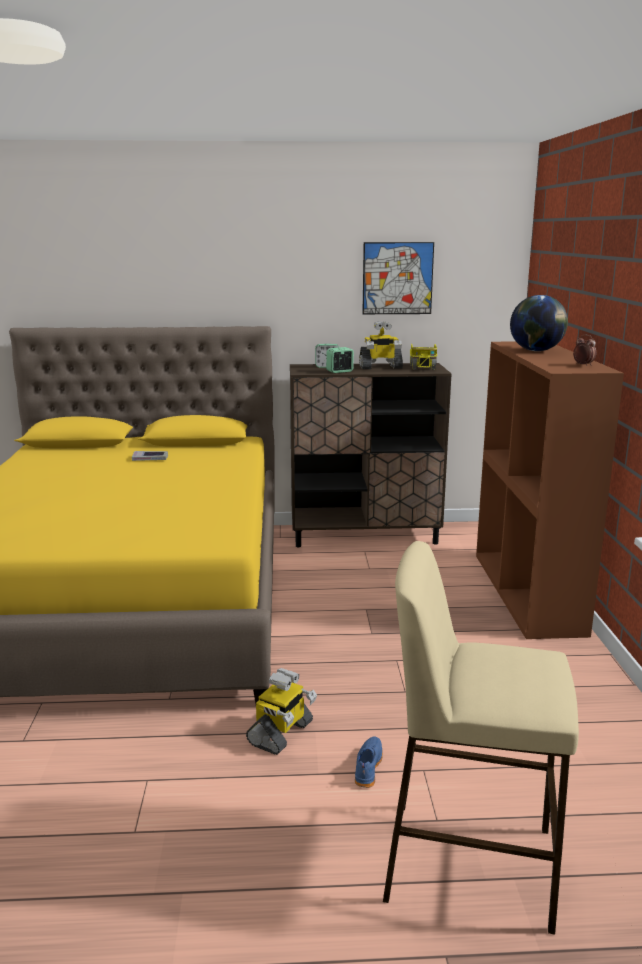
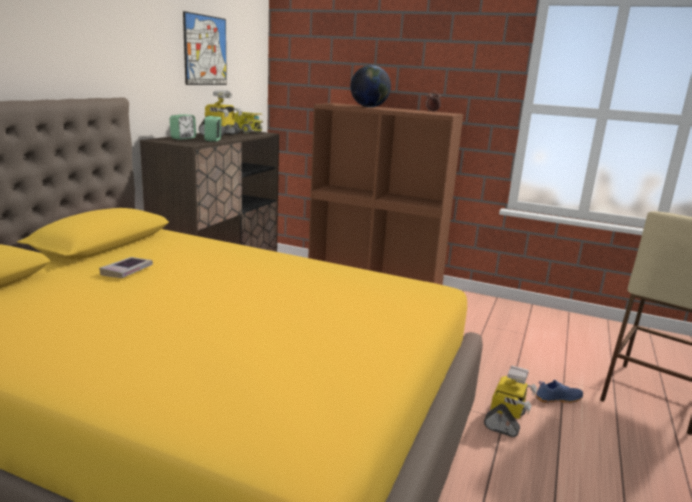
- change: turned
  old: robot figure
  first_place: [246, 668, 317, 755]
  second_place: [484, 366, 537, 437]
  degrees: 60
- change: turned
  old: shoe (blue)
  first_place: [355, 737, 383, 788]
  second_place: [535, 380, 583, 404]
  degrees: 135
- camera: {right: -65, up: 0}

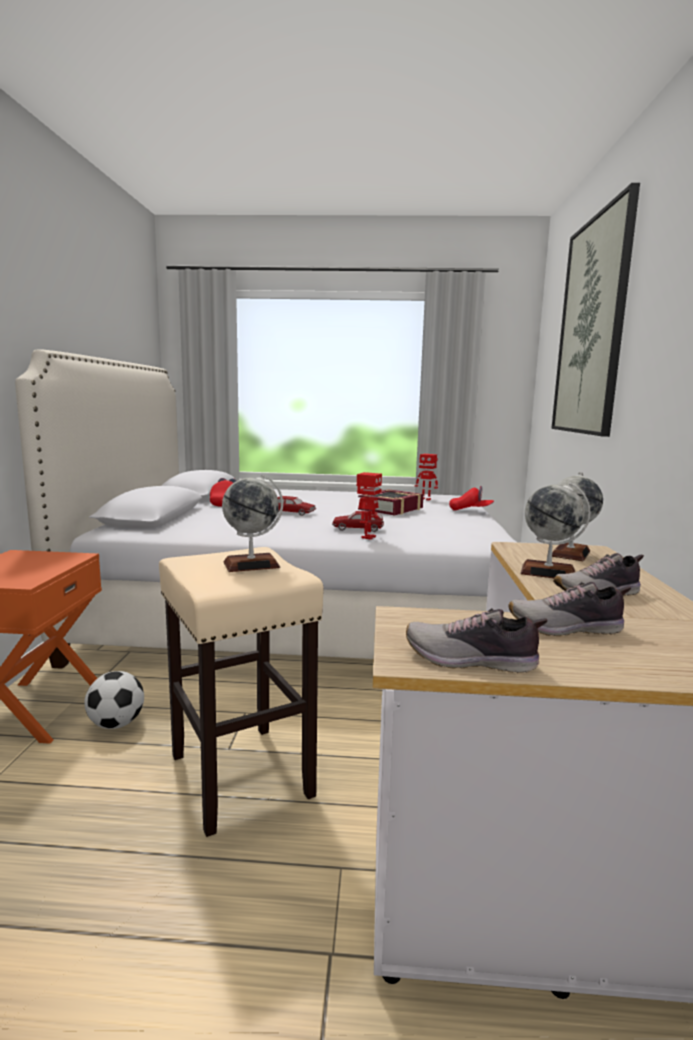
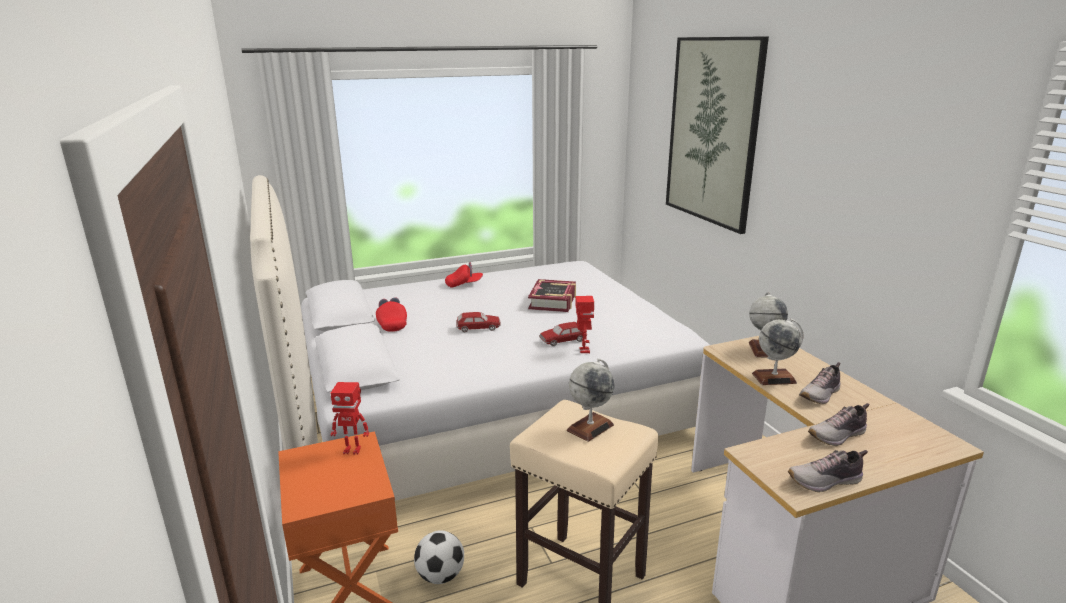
- change: moved
  old: robot figure
  first_place: [415, 454, 438, 500]
  second_place: [330, 382, 369, 454]
- change: moved
  old: cap (reddish)
  first_place: [449, 486, 494, 511]
  second_place: [445, 262, 483, 288]
- camera: {right: -25, up: 10}

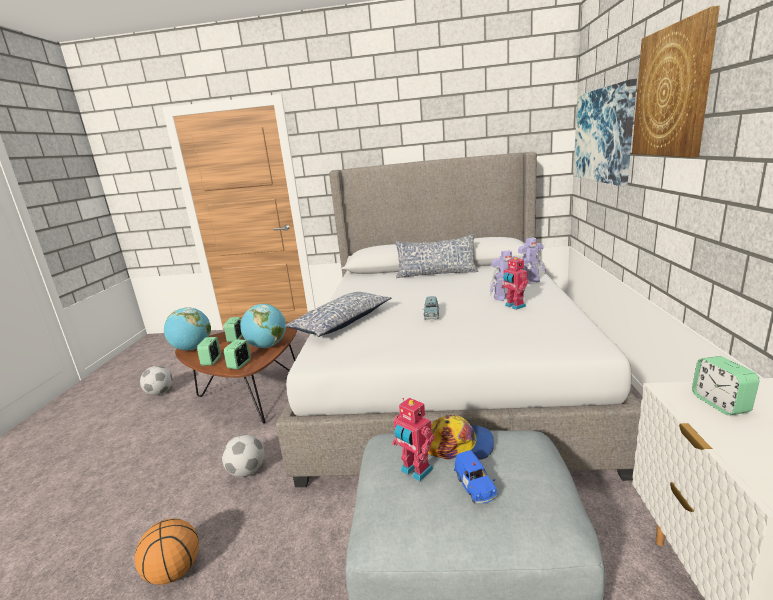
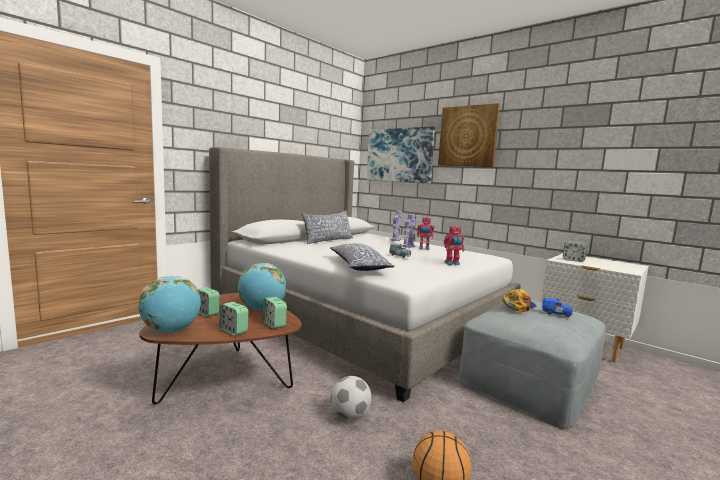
- change: removed
  old: football ball
  first_place: [140, 366, 173, 395]
- change: moved
  old: robot figure
  first_place: [392, 398, 435, 482]
  second_place: [444, 225, 465, 265]
- camera: {right: -55, up: -10}

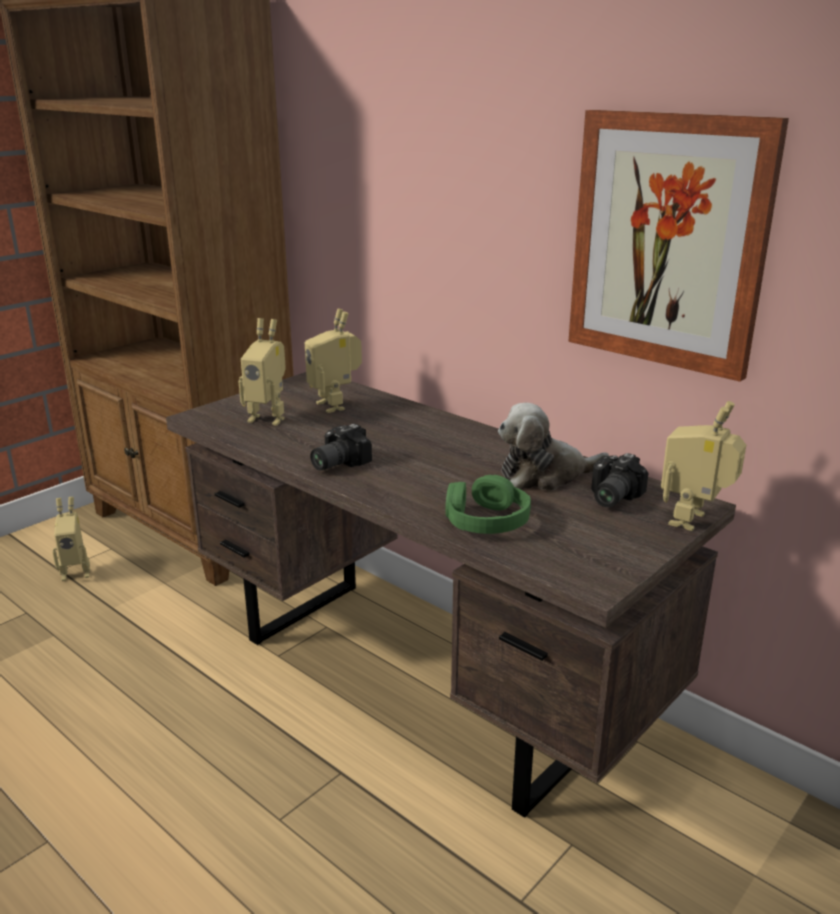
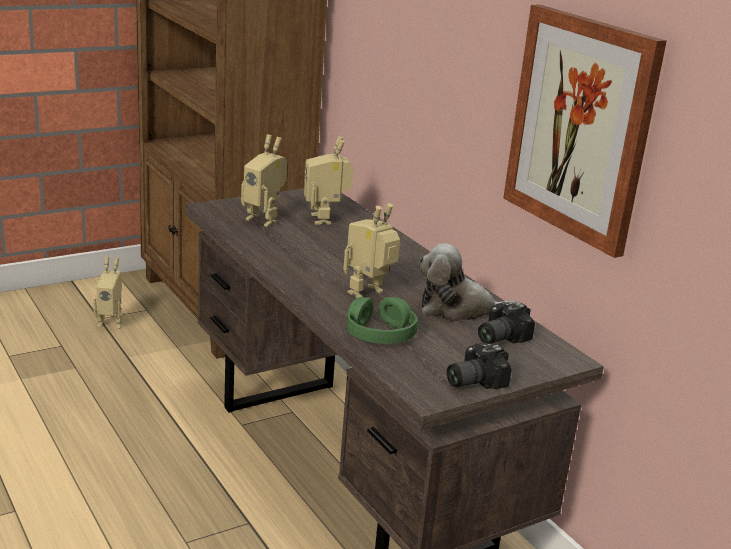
- change: moved
  old: robot figure
  first_place: [661, 401, 746, 531]
  second_place: [343, 203, 400, 298]
- change: moved
  old: still camera
  first_place: [310, 424, 372, 470]
  second_place: [447, 343, 512, 389]
- camera: {right: 15, up: 0}

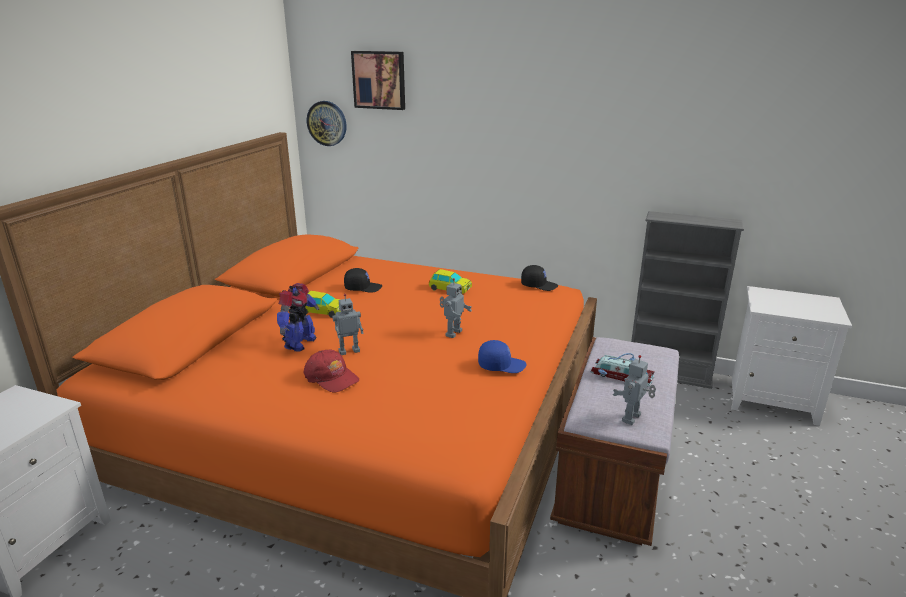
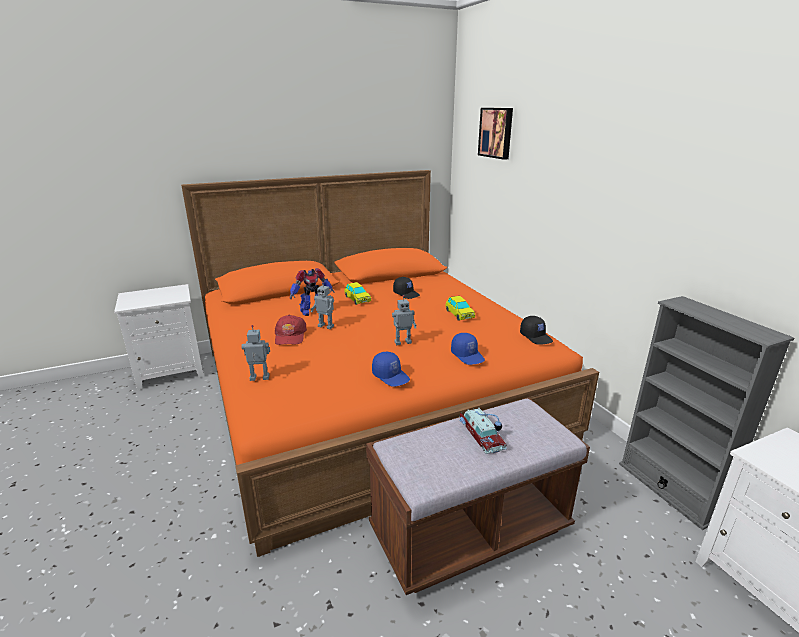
- change: removed
  old: clock on the wall
  first_place: [307, 101, 346, 146]
- change: moved
  old: robot figure
  first_place: [613, 355, 656, 425]
  second_place: [241, 325, 270, 381]
- change: added
  new: cap (blue)
  second_place: [451, 333, 485, 365]
- camera: {right: 45, up: 0}

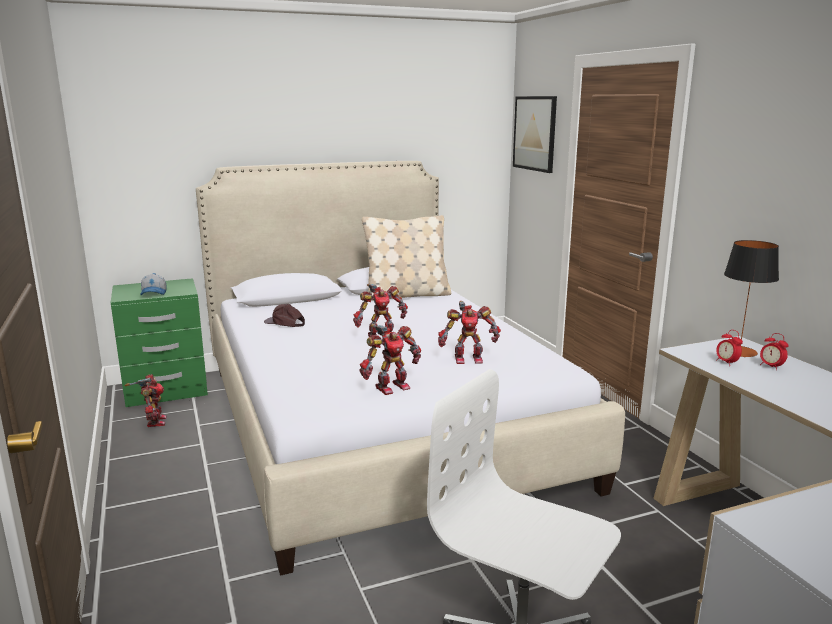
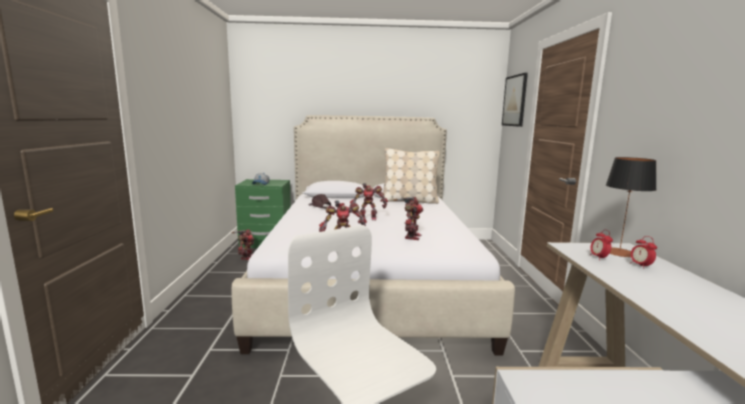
- change: turned
  old: robot figure
  first_place: [438, 301, 501, 364]
  second_place: [393, 197, 423, 240]
  degrees: -90
- camera: {right: 20, up: -5}

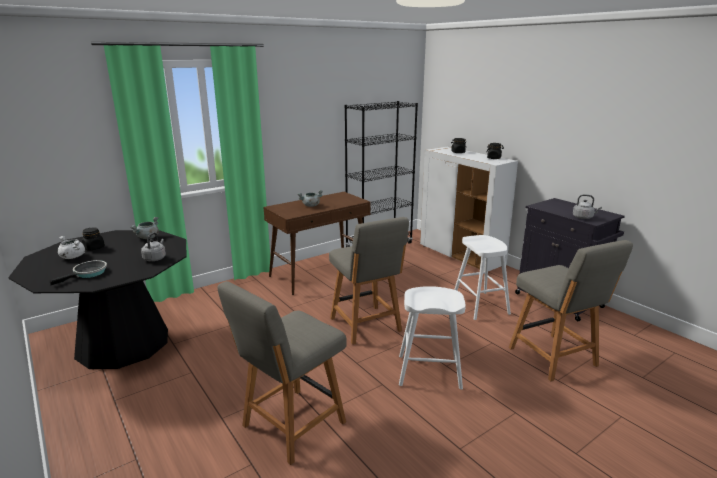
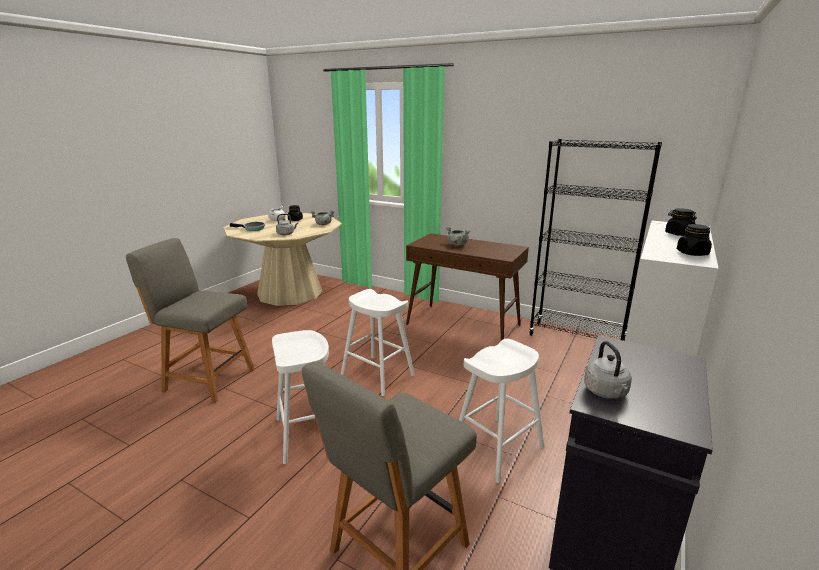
- change: replaced
  old: upright chair (gray)
  new: stool (whitish)
  first_place: [329, 217, 409, 345]
  second_place: [341, 289, 415, 396]
- change: recoloured
  old: dinner table (black)
  new: dinner table (beige)
  first_place: [8, 230, 187, 369]
  second_place: [223, 213, 342, 306]
- camera: {right: 65, up: 0}

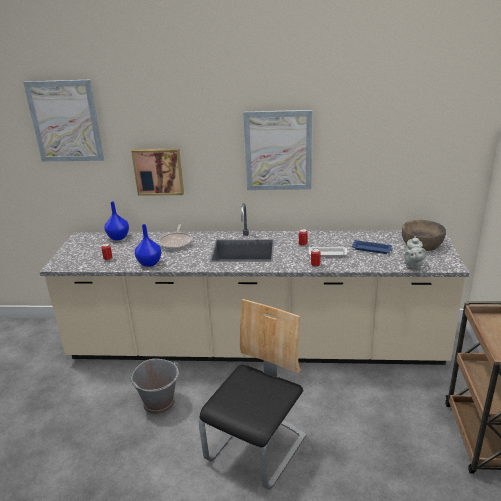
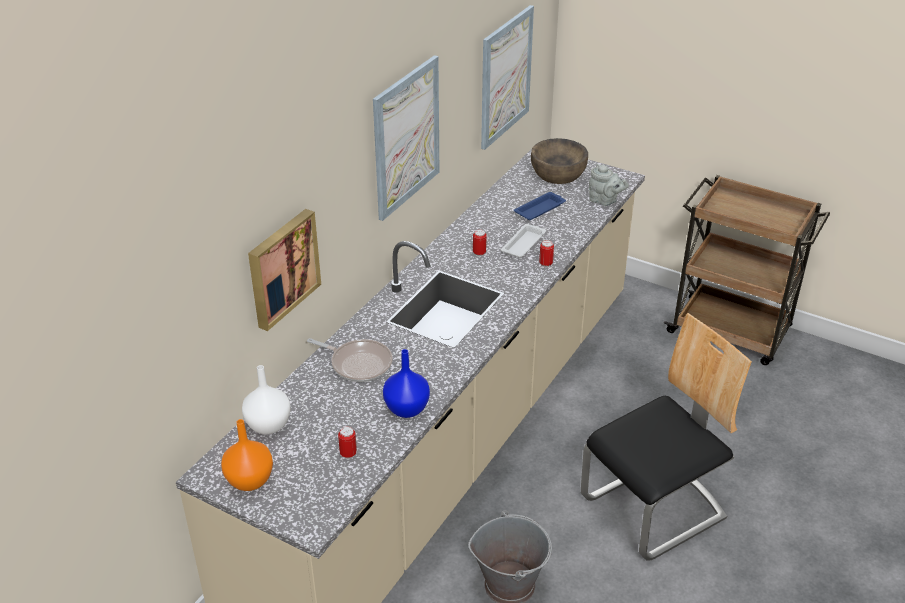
- change: moved
  old: picture
  first_place: [23, 80, 104, 162]
  second_place: [481, 5, 534, 150]
- change: recoloured
  old: vase (blue)
  new: vase (whitish)
  first_place: [104, 202, 129, 240]
  second_place: [242, 365, 291, 435]
- change: turned
  old: upright chair
  first_place: [199, 299, 306, 490]
  second_place: [581, 313, 752, 561]
  degrees: 90
- change: added
  new: vase (orangey)
  second_place: [221, 419, 273, 491]
- camera: {right: -65, up: 10}

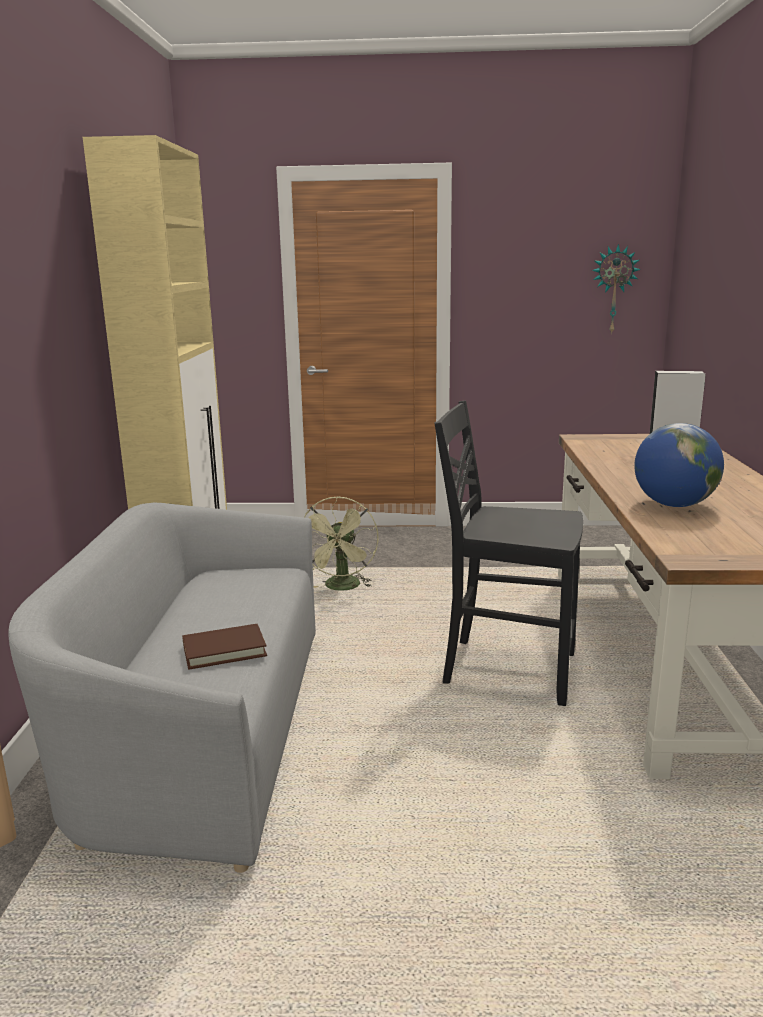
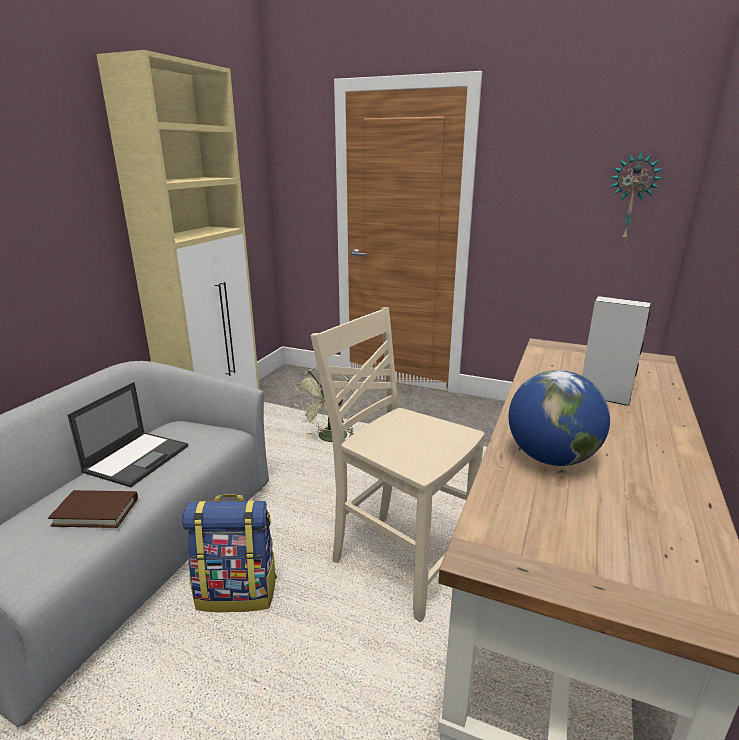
- change: recoloured
  old: upright chair (black)
  new: upright chair (beige)
  first_place: [435, 400, 583, 706]
  second_place: [311, 307, 485, 622]
- change: added
  new: laptop
  second_place: [68, 382, 188, 487]
- change: added
  new: rucksack
  second_place: [182, 494, 277, 612]
- camera: {right: 20, up: 5}

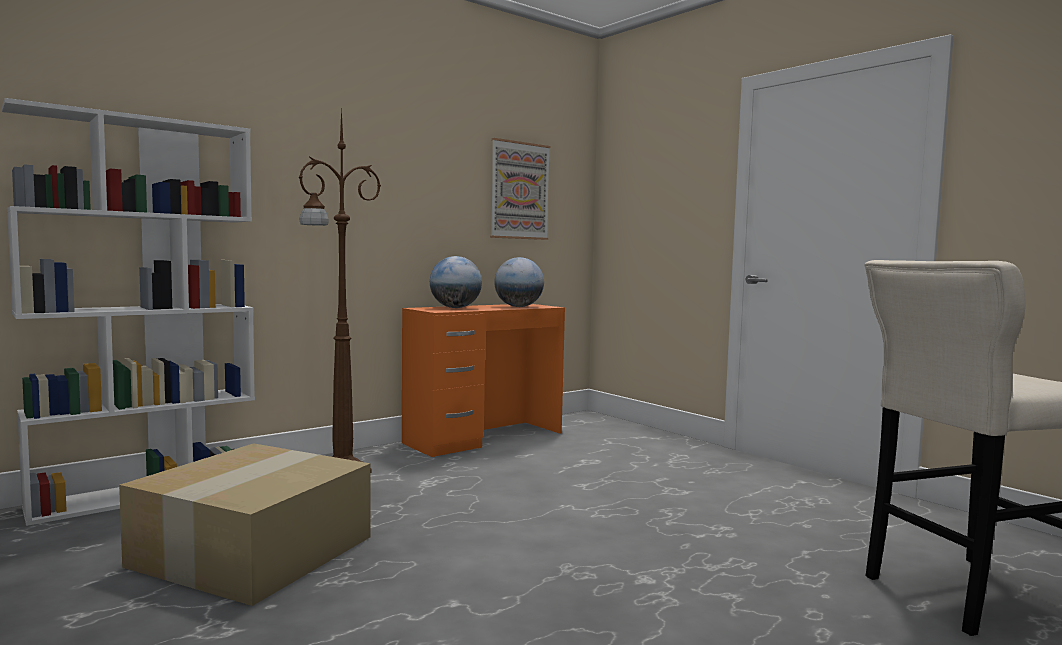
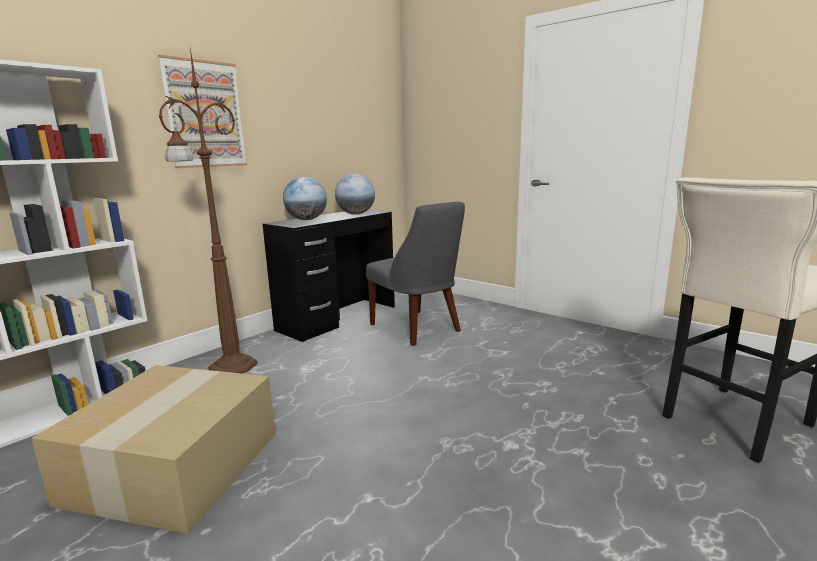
- change: moved
  old: picture
  first_place: [490, 138, 550, 240]
  second_place: [158, 55, 247, 168]
- change: recoloured
  old: desk (orangey)
  new: desk (black)
  first_place: [402, 304, 565, 457]
  second_place: [263, 210, 395, 342]
- change: added
  new: upright chair (gray)
  second_place: [366, 202, 465, 346]
- camera: {right: -10, up: 10}

